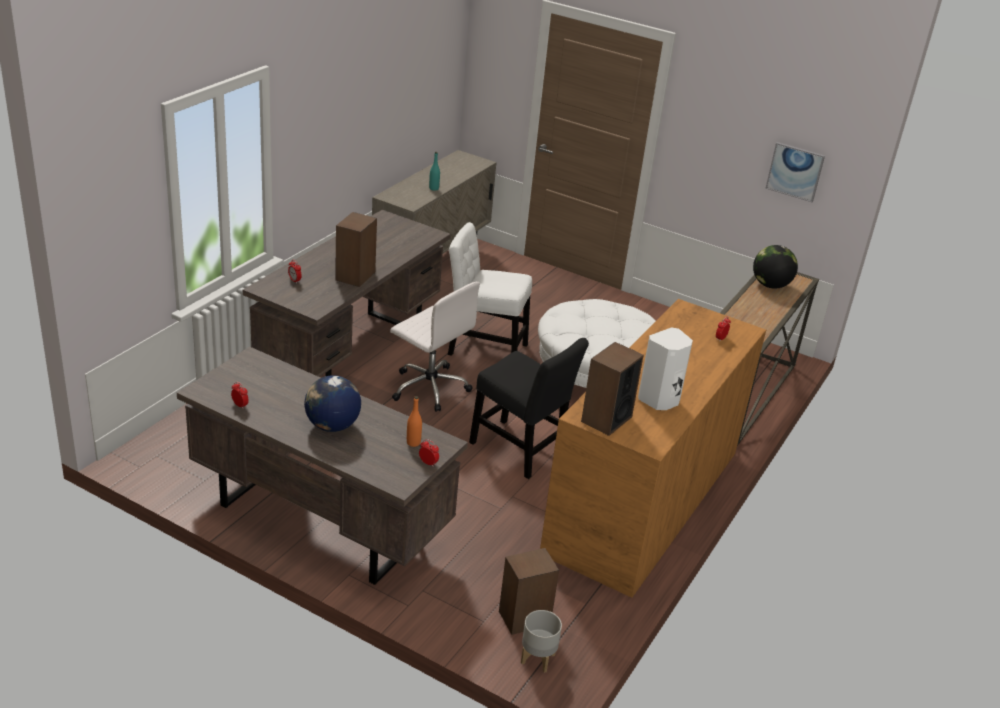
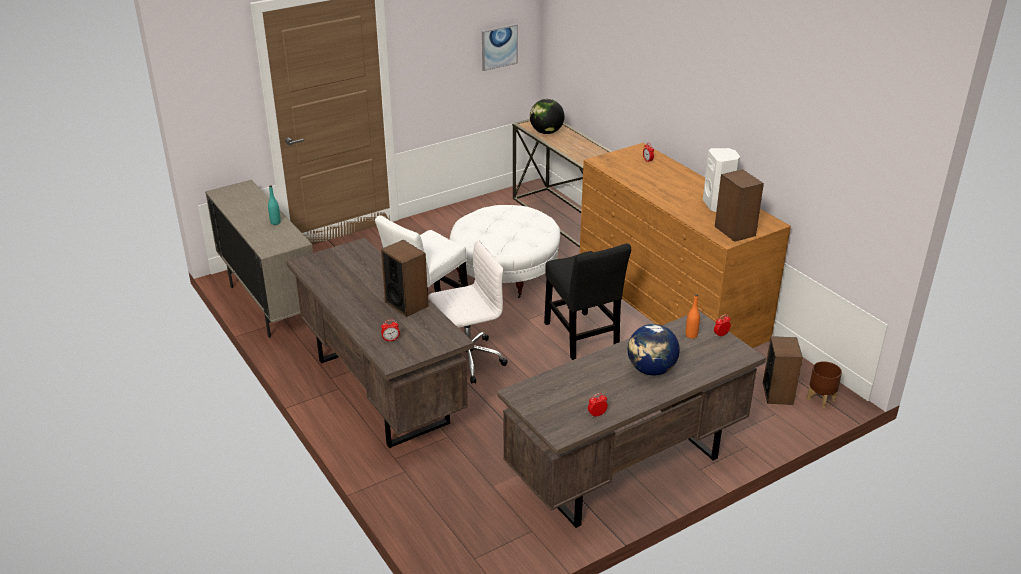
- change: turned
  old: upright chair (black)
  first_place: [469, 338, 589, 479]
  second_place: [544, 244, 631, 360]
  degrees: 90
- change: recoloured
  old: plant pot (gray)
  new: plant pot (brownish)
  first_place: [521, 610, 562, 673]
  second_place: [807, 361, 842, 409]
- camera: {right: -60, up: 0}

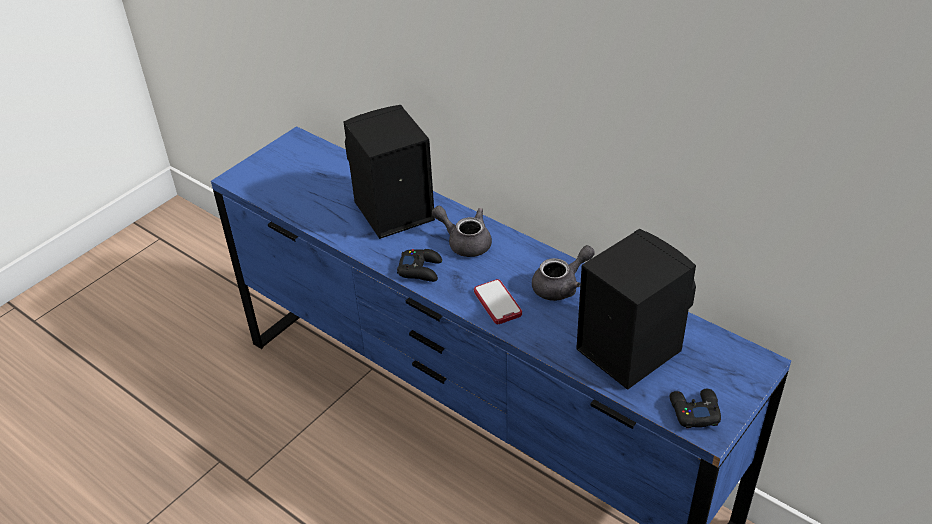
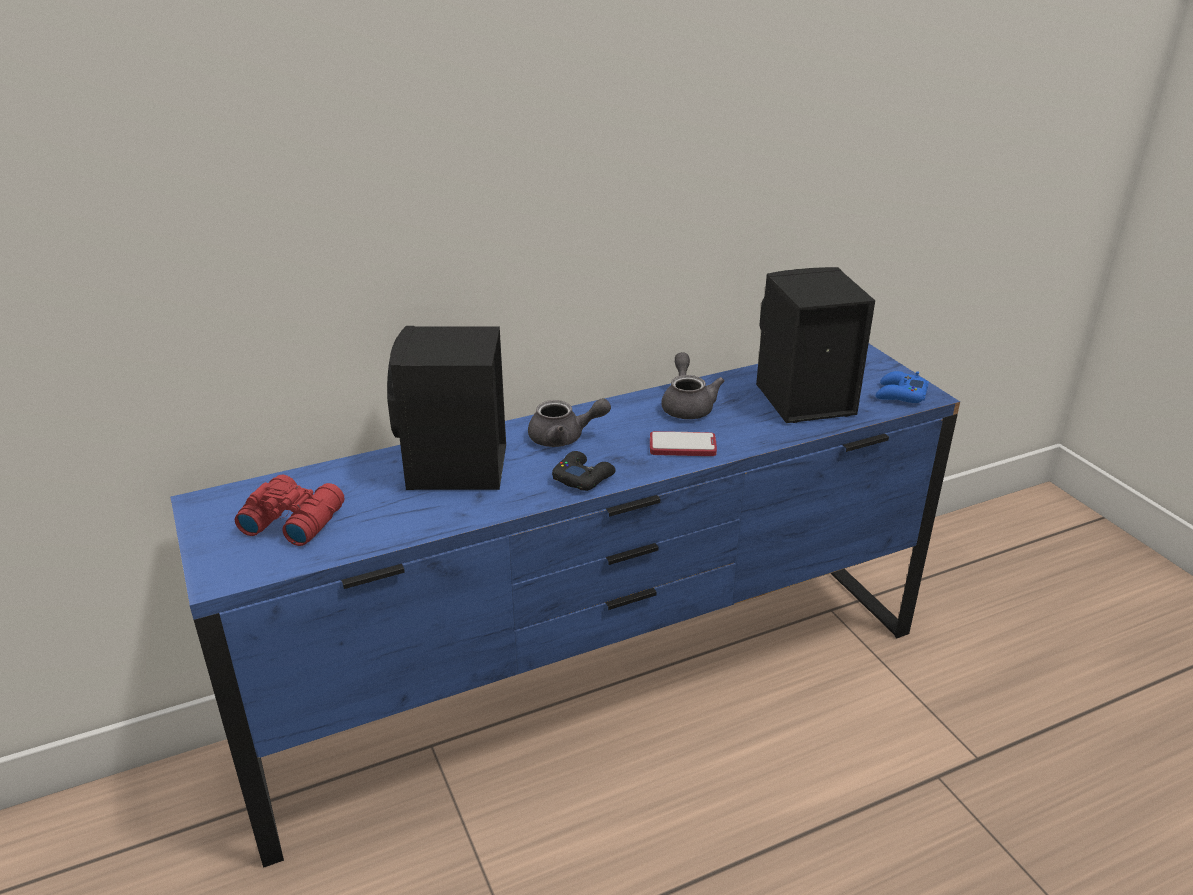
- change: turned
  old: teapot (gray)
  first_place: [432, 206, 492, 257]
  second_place: [528, 398, 611, 447]
  degrees: -150
- change: recoloured
  old: joypad (black)
  new: joypad (blue)
  first_place: [670, 389, 721, 428]
  second_place: [876, 371, 929, 403]
- change: added
  new: field glasses (reddish)
  second_place: [235, 475, 344, 546]
- camera: {right: -65, up: -10}

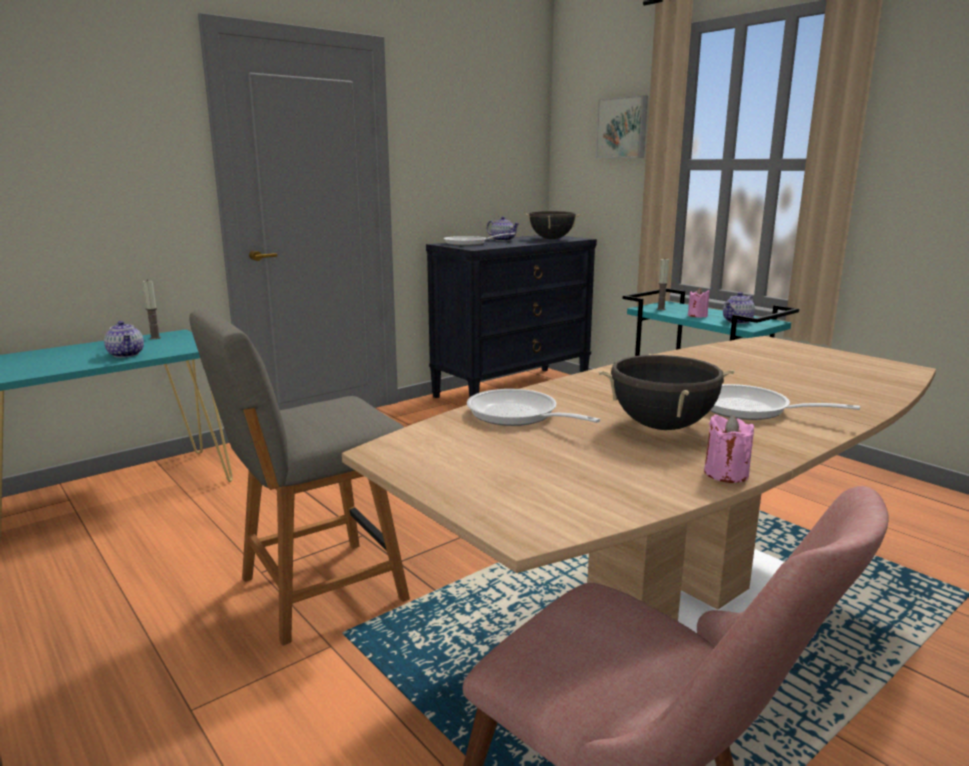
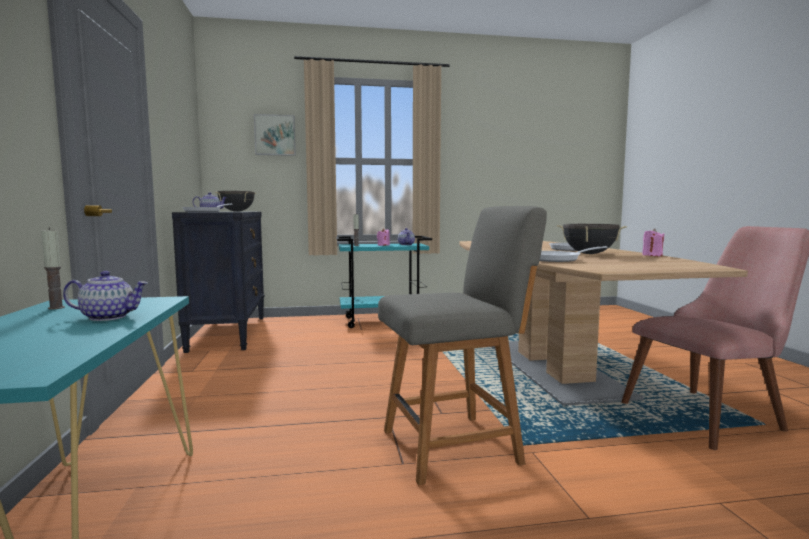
- change: turned
  old: upright chair (gray)
  first_place: [189, 309, 410, 646]
  second_place: [378, 206, 547, 485]
  degrees: -105
- camera: {right: -60, up: -10}

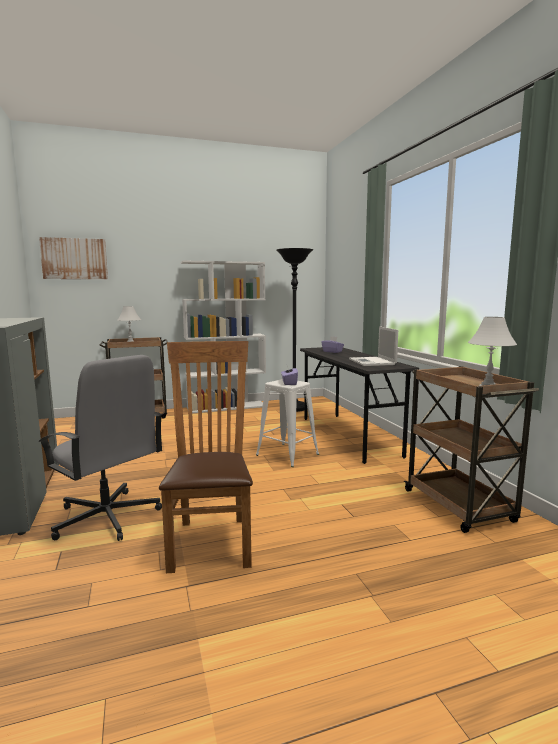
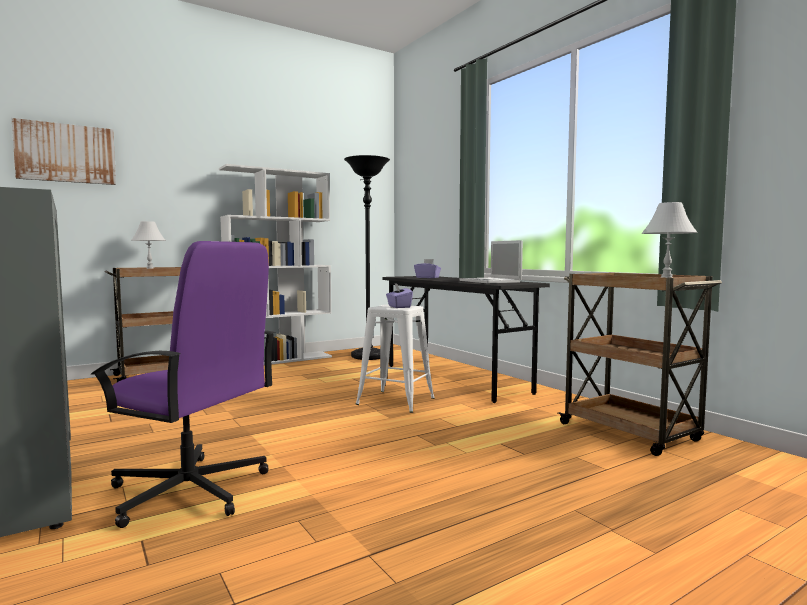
- change: removed
  old: upright chair (brownish)
  first_place: [159, 341, 253, 573]
- change: recoloured
  old: office chair (gray)
  new: office chair (purplish)
  first_place: [38, 355, 163, 541]
  second_place: [91, 241, 275, 528]
- camera: {right: -15, up: -5}

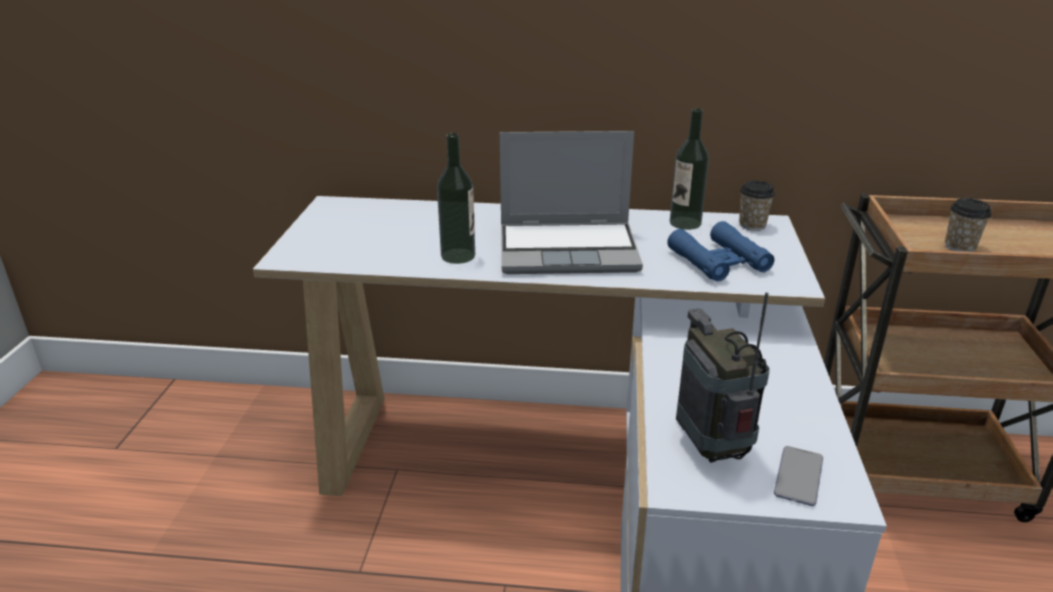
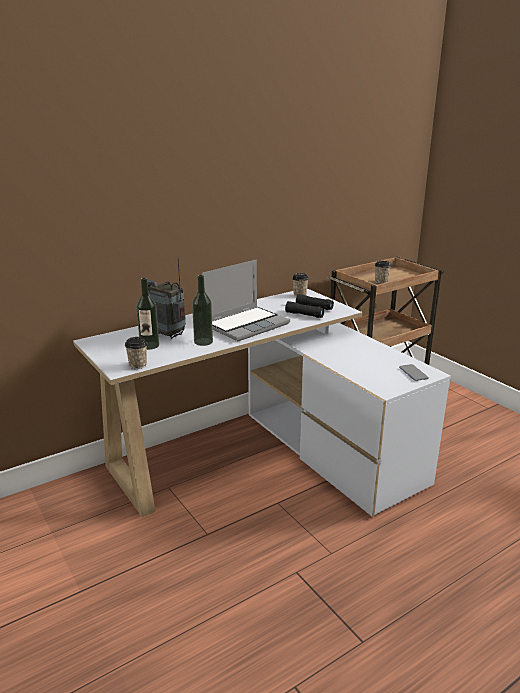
- change: moved
  old: bottle
  first_place: [670, 108, 709, 230]
  second_place: [136, 278, 159, 350]
- change: recoloured
  old: field glasses (blue)
  new: field glasses (black)
  first_place: [667, 221, 774, 282]
  second_place: [285, 294, 334, 318]
- change: moved
  old: radio
  first_place: [676, 292, 770, 462]
  second_place: [147, 258, 186, 339]
- change: added
  new: drinking cup
  second_place: [125, 337, 147, 369]
- camera: {right: -40, up: -5}

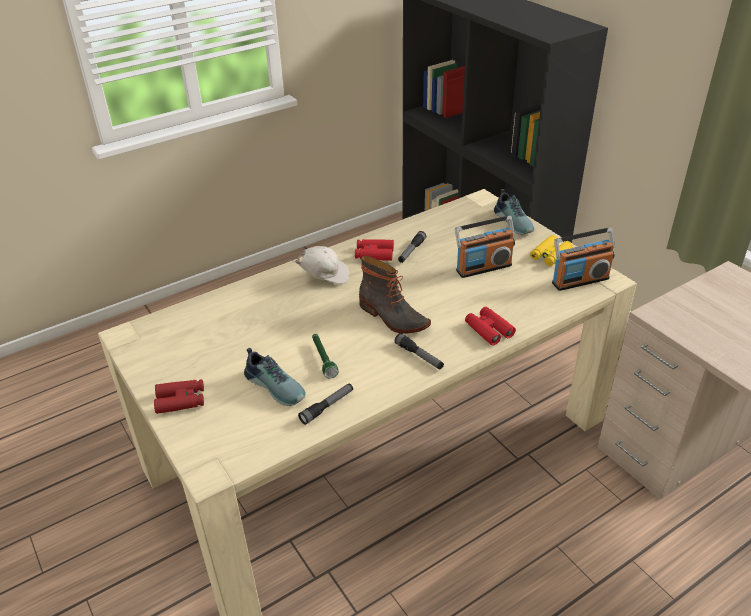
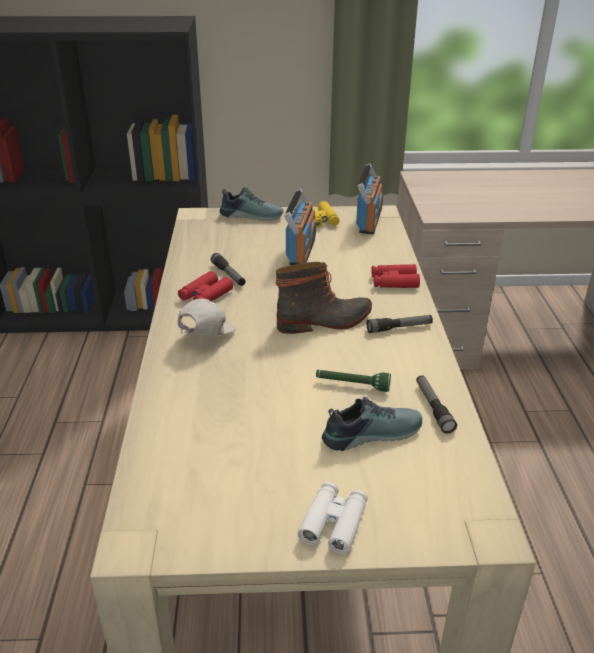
- change: recoloured
  old: field glasses (reddish)
  new: field glasses (whitish)
  first_place: [154, 379, 204, 414]
  second_place: [297, 482, 368, 554]
- camera: {right: -60, up: -5}

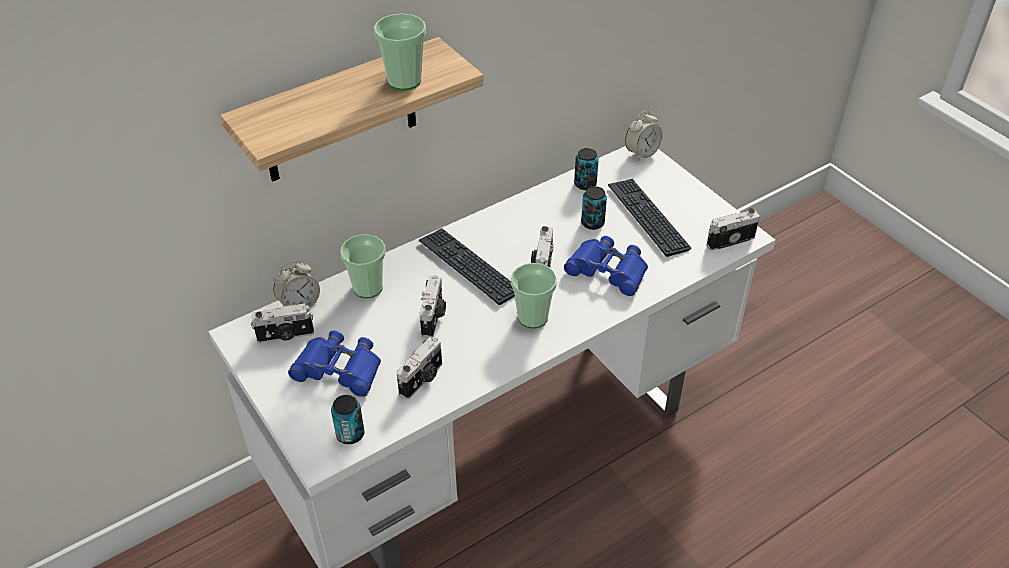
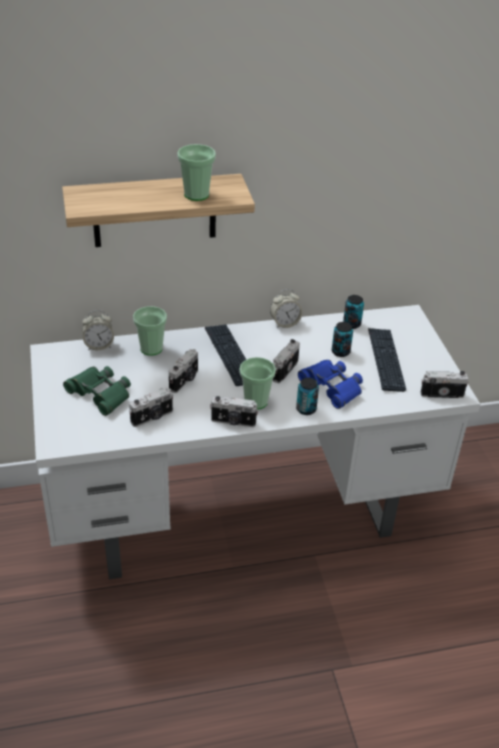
- change: moved
  old: table clock
  first_place: [625, 111, 663, 161]
  second_place: [270, 289, 302, 328]
- change: moved
  old: still camera
  first_place: [251, 303, 314, 343]
  second_place: [210, 396, 259, 427]
- change: recoloured
  old: field glasses (blue)
  new: field glasses (green)
  first_place: [288, 331, 381, 397]
  second_place: [63, 366, 131, 416]
- change: moved
  old: can
  first_place: [331, 395, 365, 444]
  second_place: [296, 378, 319, 415]
- camera: {right: 20, up: -5}

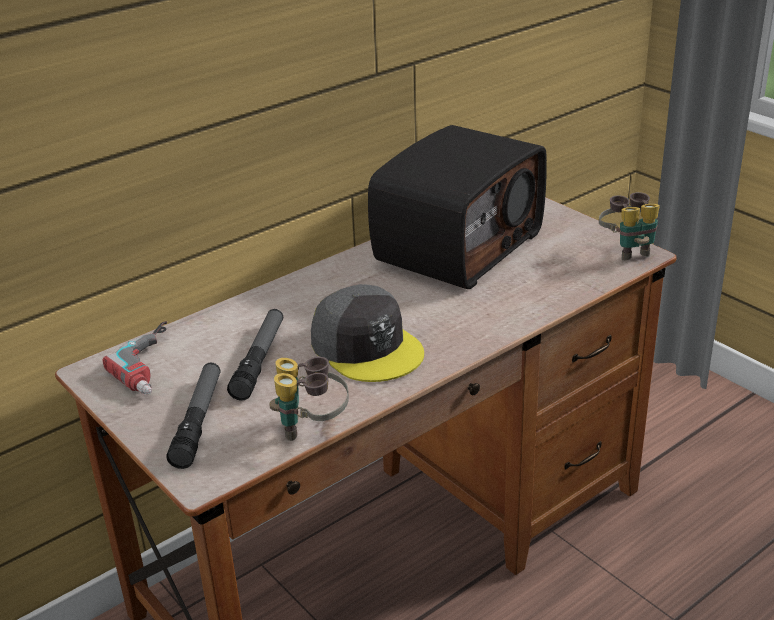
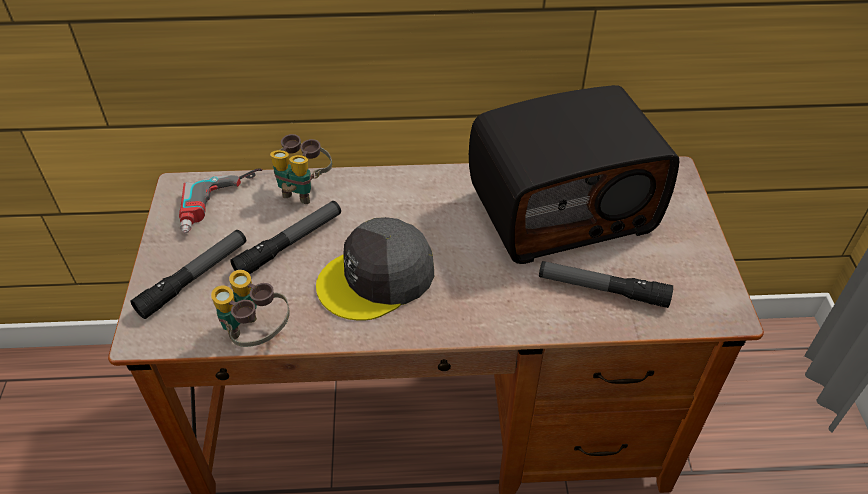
- change: moved
  old: field glasses
  first_place: [599, 192, 660, 261]
  second_place: [270, 134, 332, 204]
- change: turned
  old: cap (gray)
  first_place: [311, 284, 424, 382]
  second_place: [316, 217, 434, 321]
  degrees: 60
- change: added
  new: torch
  second_place: [539, 261, 673, 308]
- camera: {right: 35, up: 15}

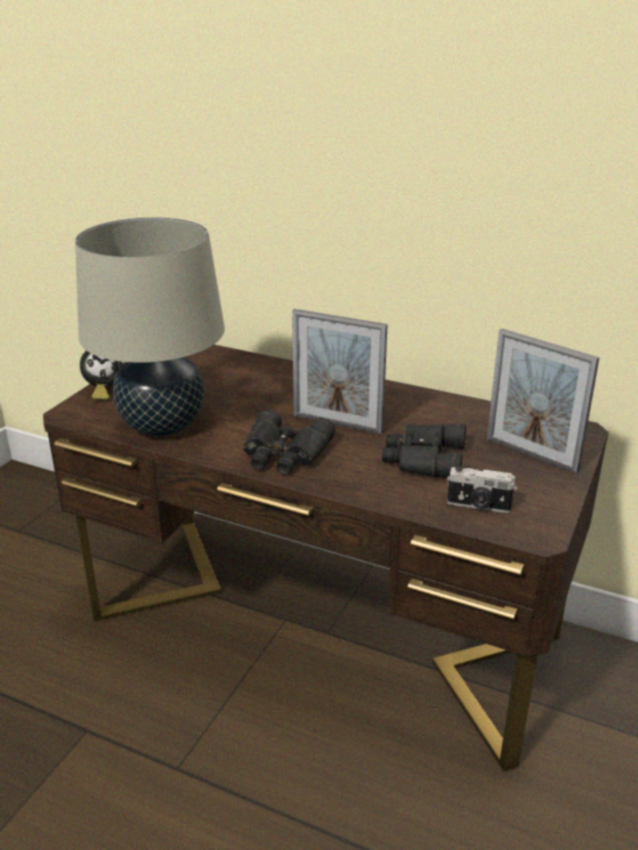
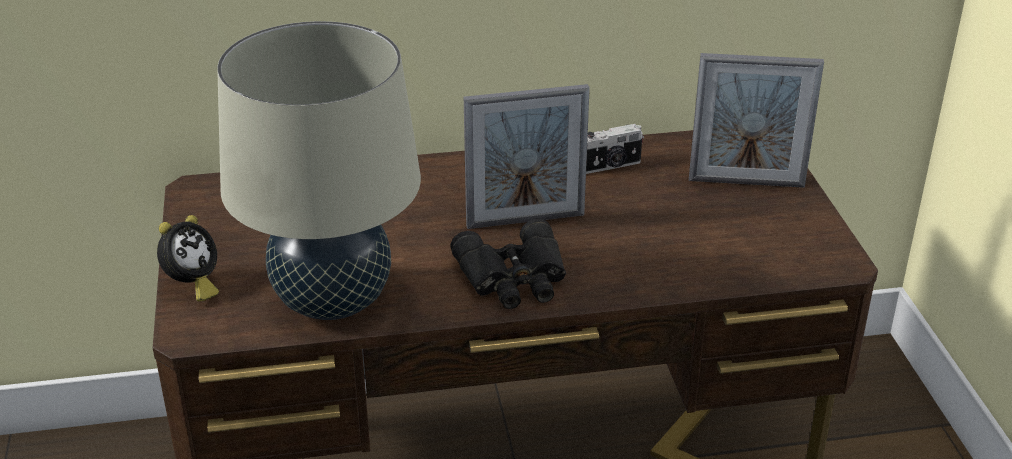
- change: removed
  old: field glasses (black)
  first_place: [382, 423, 466, 478]
- change: moved
  old: still camera
  first_place: [447, 466, 517, 513]
  second_place: [586, 124, 644, 174]
- camera: {right: -35, up: 5}

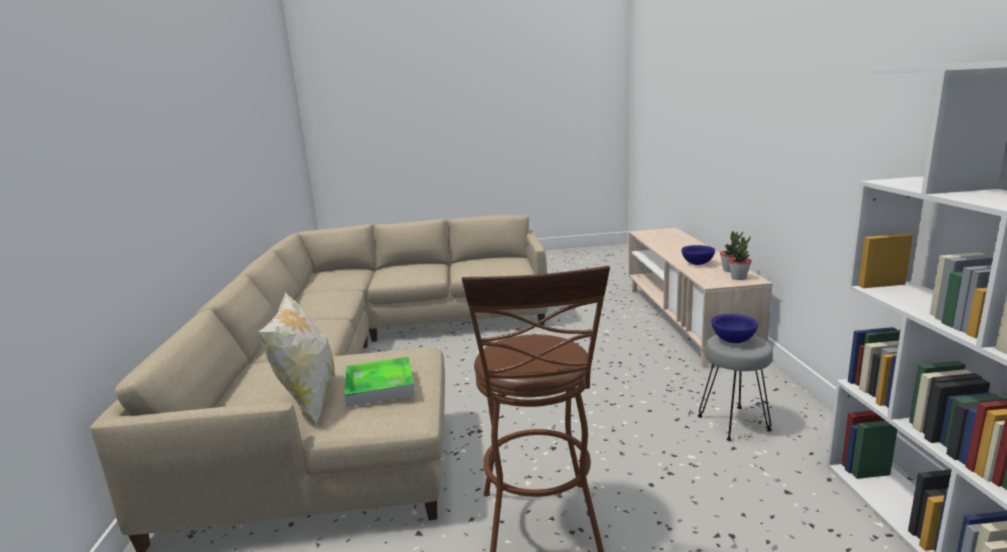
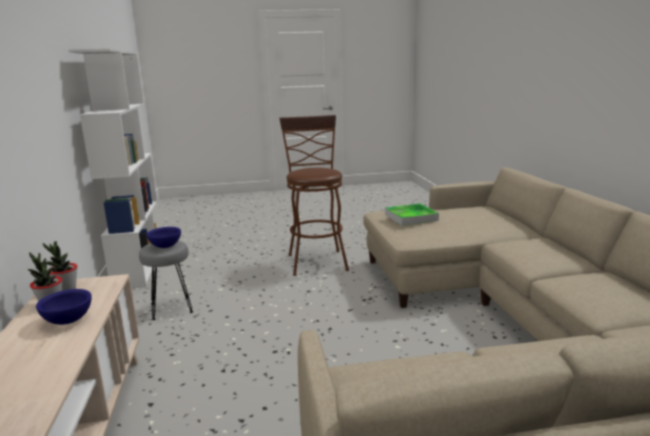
- change: removed
  old: cushion
  first_place: [258, 291, 335, 425]
- camera: {right: 175, up: 0}

